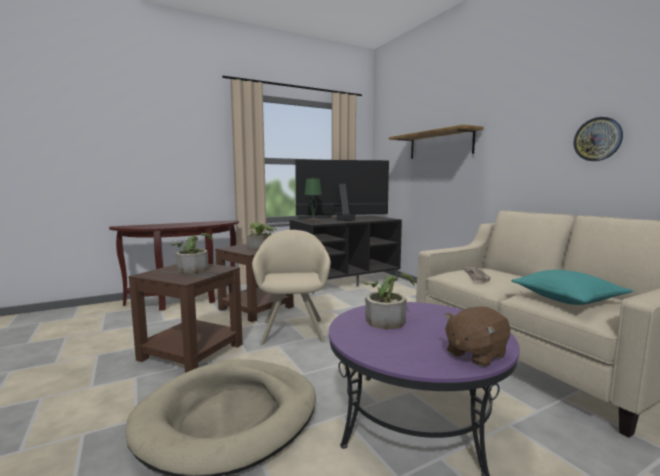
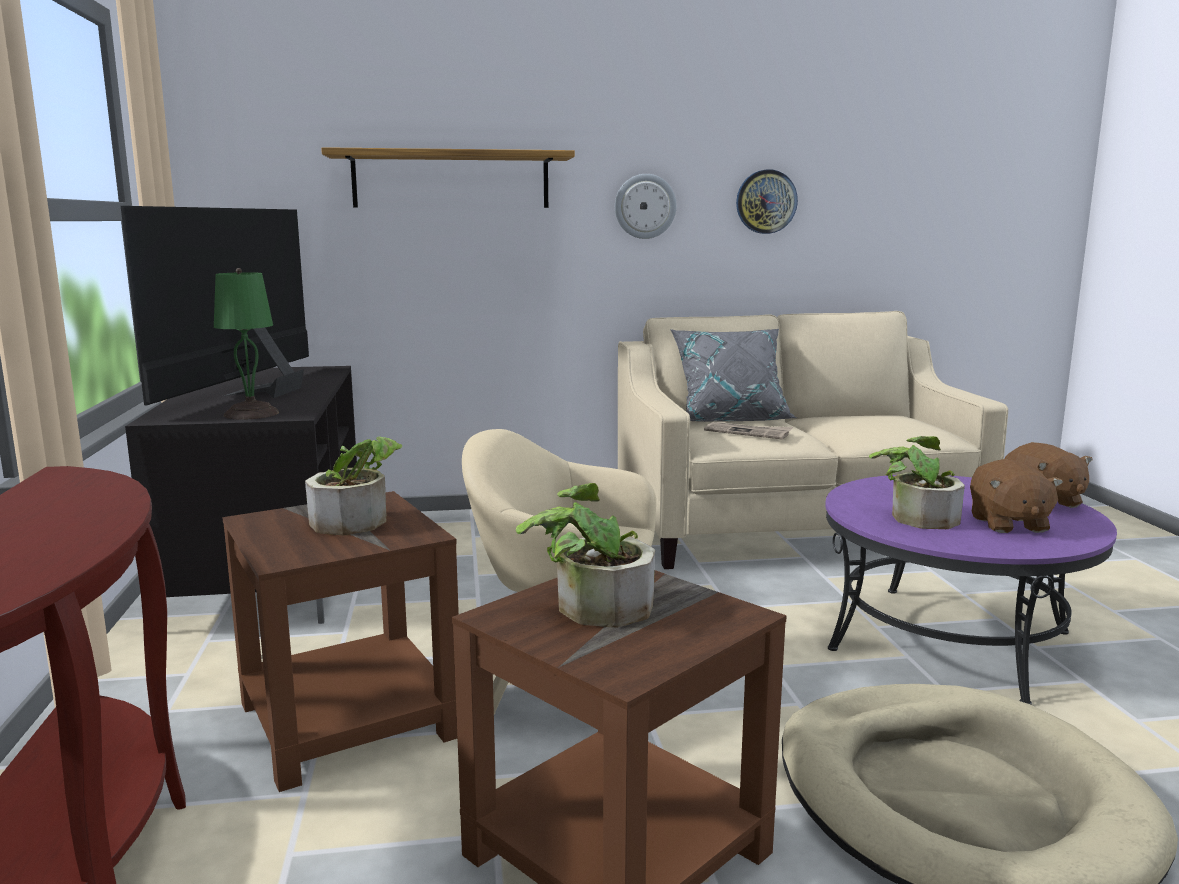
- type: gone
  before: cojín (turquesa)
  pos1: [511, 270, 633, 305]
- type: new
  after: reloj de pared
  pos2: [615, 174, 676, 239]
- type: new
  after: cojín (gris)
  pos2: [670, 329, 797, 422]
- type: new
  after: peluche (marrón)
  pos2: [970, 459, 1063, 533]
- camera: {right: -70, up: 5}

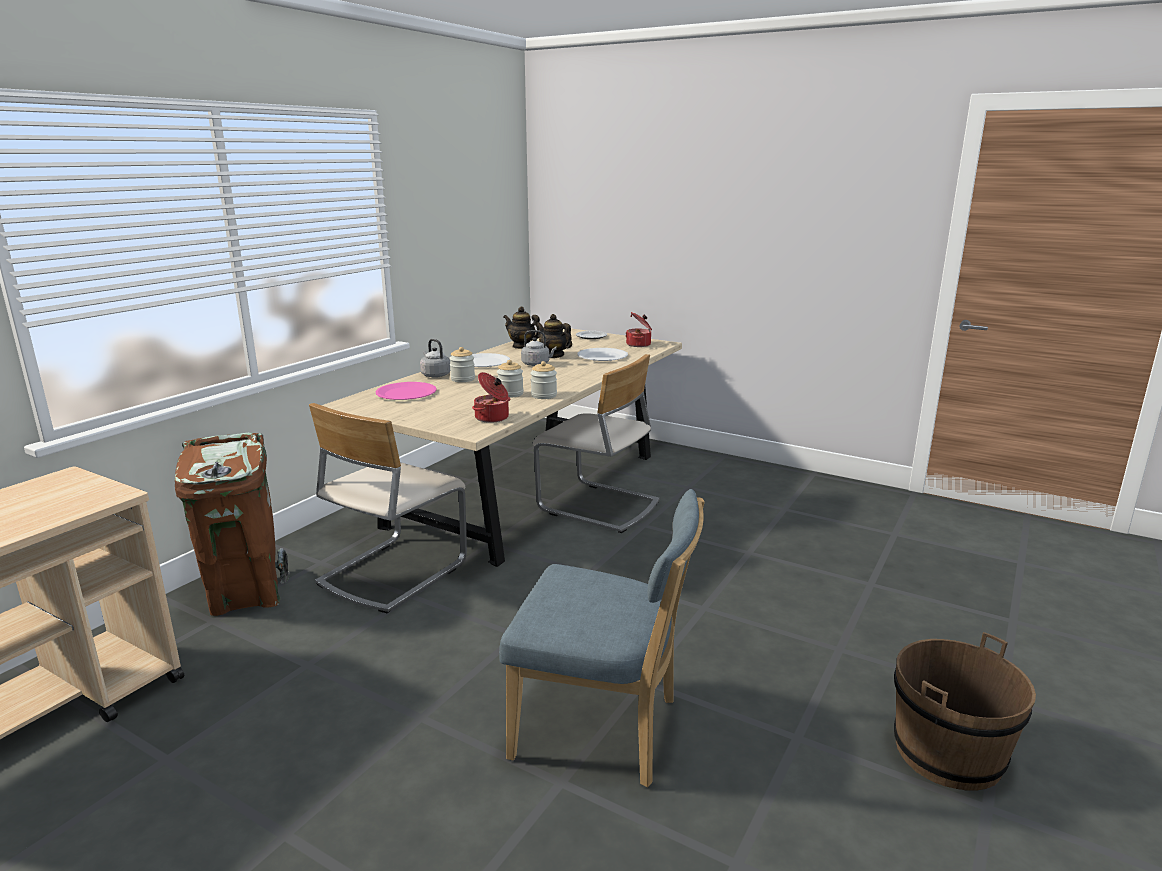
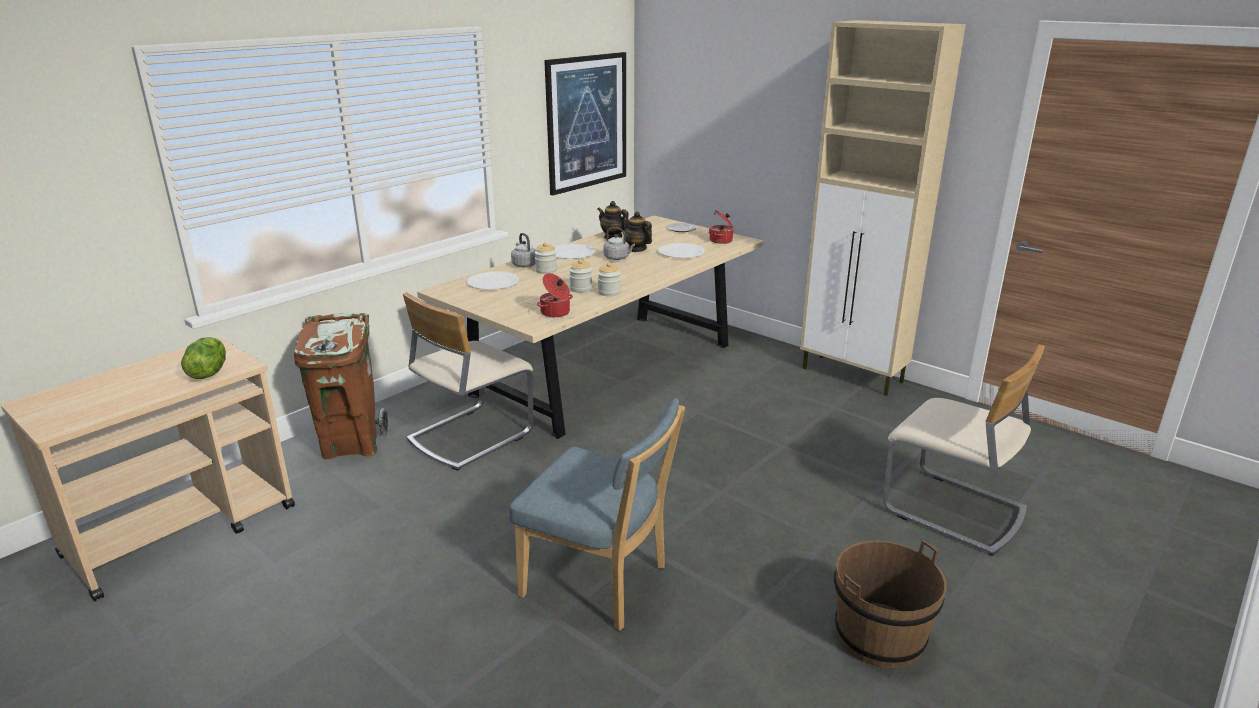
- type: repainted
  before: plato (rosa)
  after: plato (blanco)
  pos1: [375, 382, 437, 400]
  pos2: [467, 271, 519, 290]
- type: shifted
  before: silla (beis)
  pos1: [533, 354, 659, 533]
  pos2: [883, 345, 1045, 556]
- type: new
  after: lechuga
  pos2: [181, 337, 226, 379]
- type: new
  after: cuadro
  pos2: [544, 52, 626, 196]
- type: new
  after: armario (beis)
  pos2: [800, 20, 966, 396]
- camera: {right: 10, up: 5}

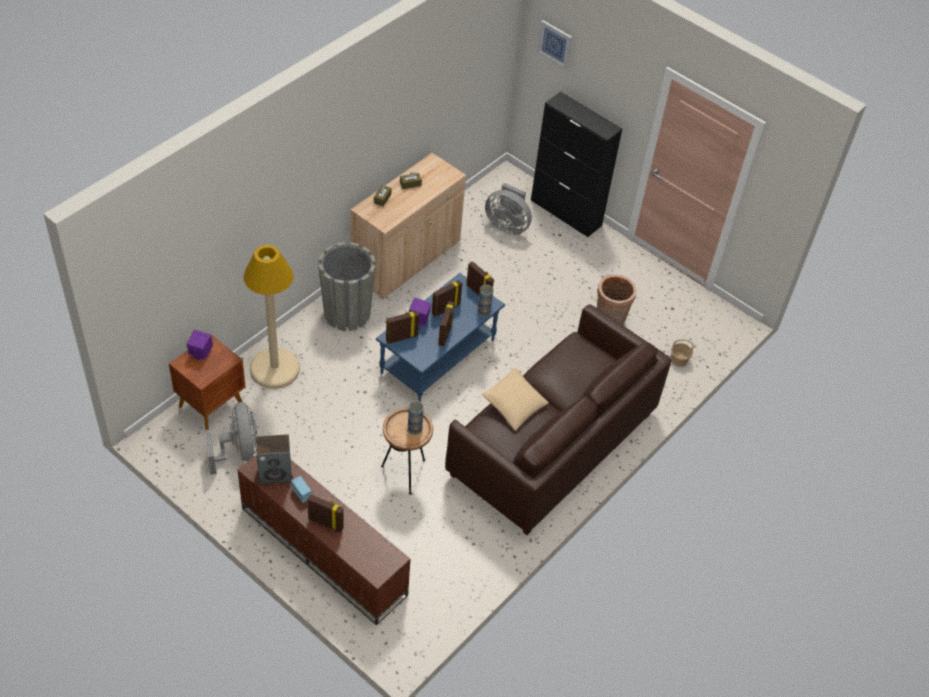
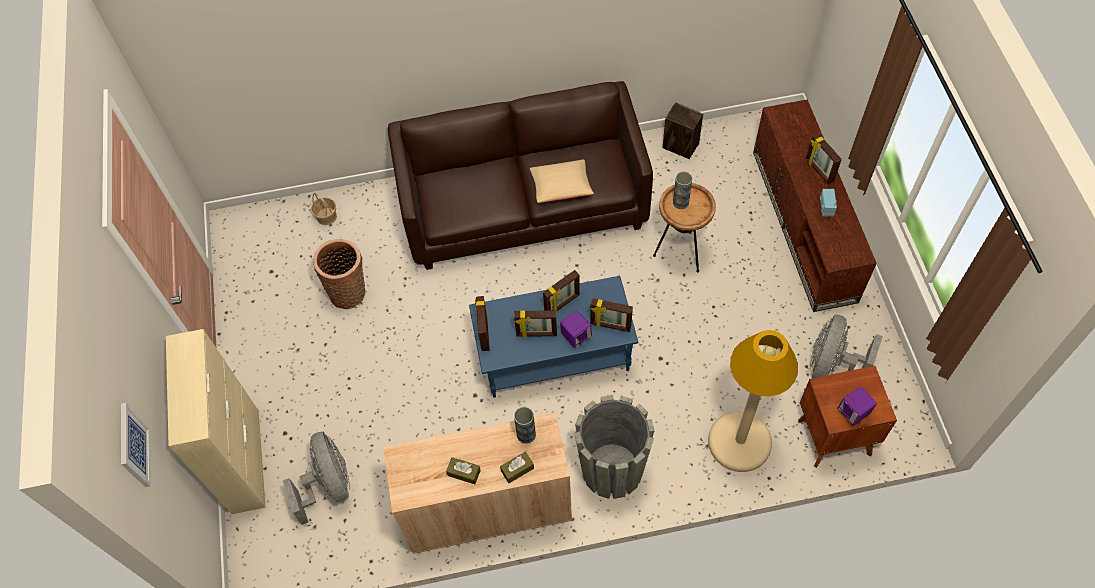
- type: shifted
  before: altavoz
  pos1: [256, 434, 292, 484]
  pos2: [663, 102, 703, 159]
- type: shifted
  before: florero
  pos1: [477, 285, 493, 317]
  pos2: [514, 407, 536, 444]
- type: repainted
  before: armario (negro)
  after: armario (beis)
  pos1: [531, 92, 622, 237]
  pos2: [166, 329, 266, 514]
- camera: {right: -135, up: 10}

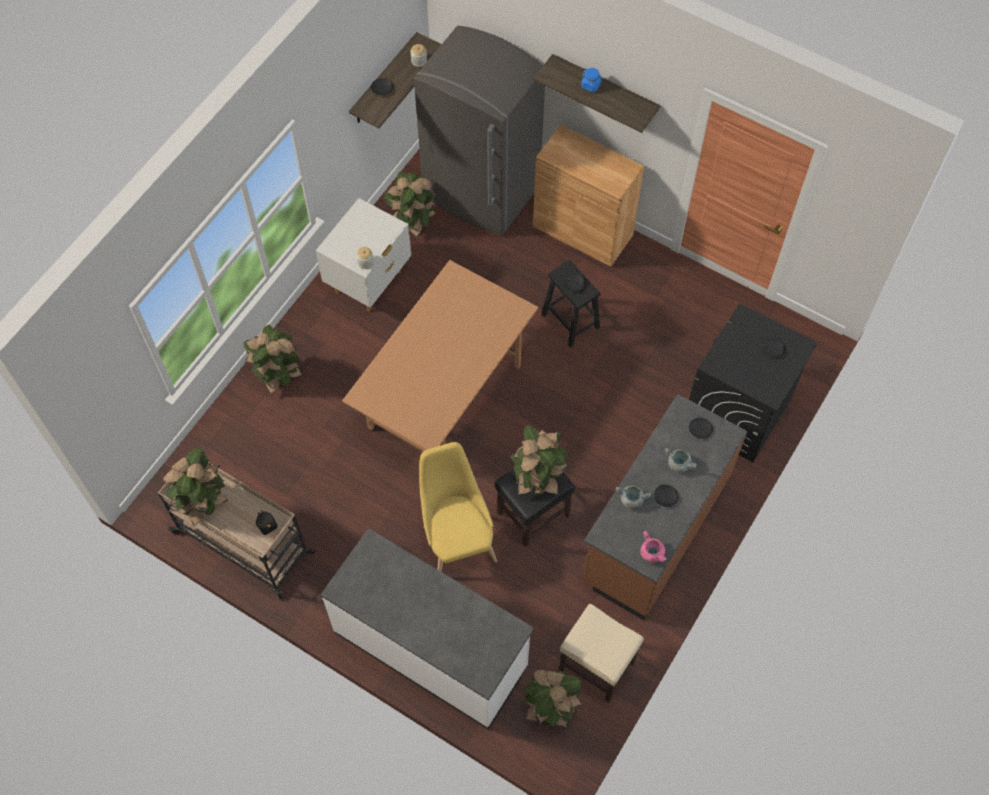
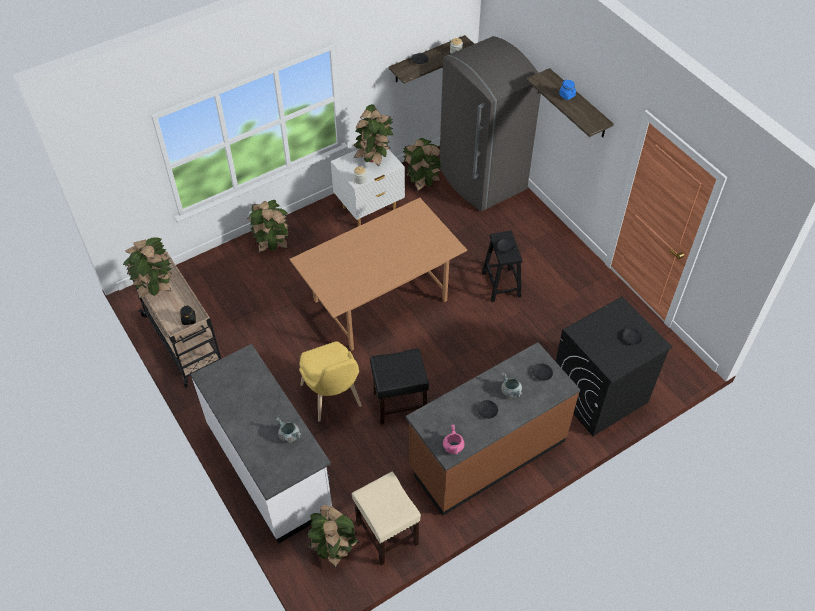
- type: rotated
  before: silla (amarillo)
  pos1: [419, 442, 497, 571]
  pos2: [299, 341, 362, 422]
  turn: 150
- type: shifted
  before: planta en maceta
  pos1: [510, 425, 569, 496]
  pos2: [353, 104, 393, 166]
- type: gone
  before: armario (marrón)
  pos1: [533, 125, 644, 267]
- type: shifted
  before: olla (gris)
  pos1: [616, 485, 651, 509]
  pos2: [276, 418, 301, 443]
- camera: {right: 25, up: -10}

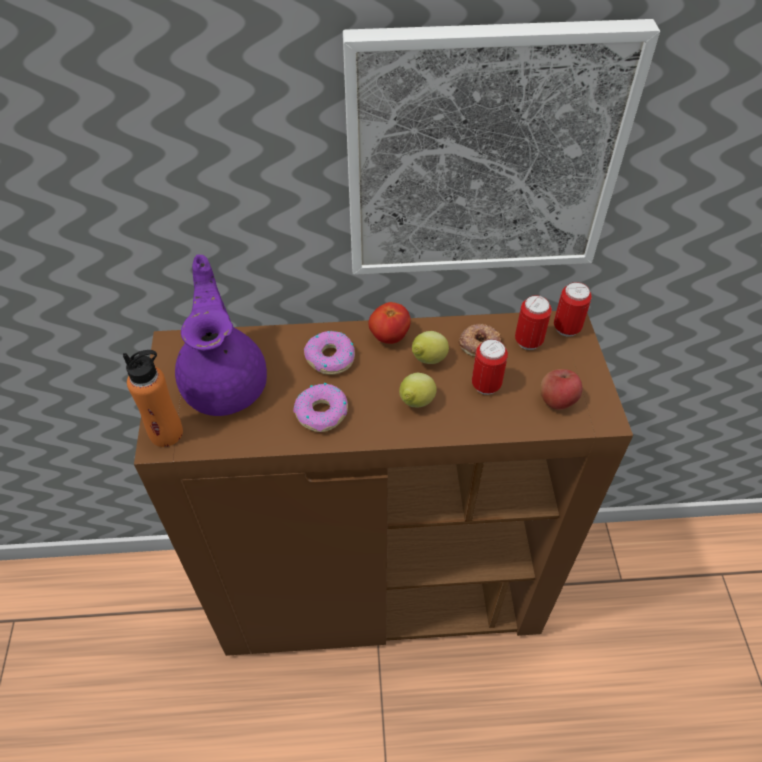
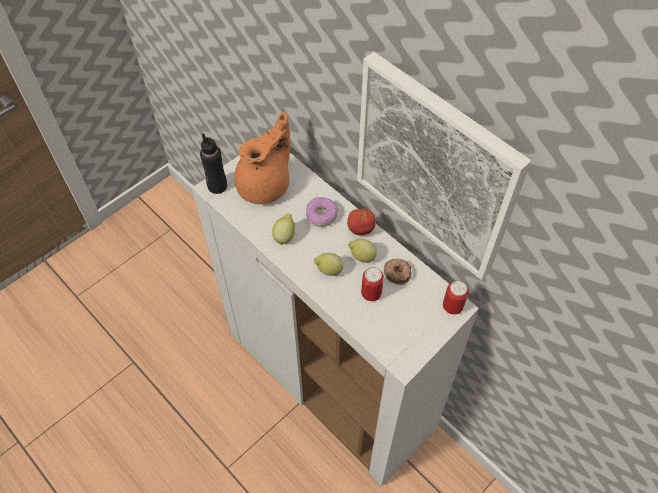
- type: repainted
  before: botella (naranja)
  after: botella (negro)
  pos1: [123, 350, 183, 447]
  pos2: [200, 133, 227, 194]
- type: repainted
  before: armario (marrón)
  after: armario (blanco)
  pos1: [134, 311, 633, 656]
  pos2: [192, 146, 479, 487]
- type: repainted
  before: tetera (morado)
  after: tetera (naranja)
  pos1: [175, 255, 267, 416]
  pos2: [234, 112, 291, 204]
- type: swapped
  before: rosquilla
  after: limón
  pos1: [293, 383, 348, 432]
  pos2: [272, 214, 295, 246]
- type: gone
  before: lata
  pos1: [515, 295, 552, 350]
- type: gone
  before: manzana
  pos1: [540, 369, 582, 410]
- camera: {right: 50, up: 5}

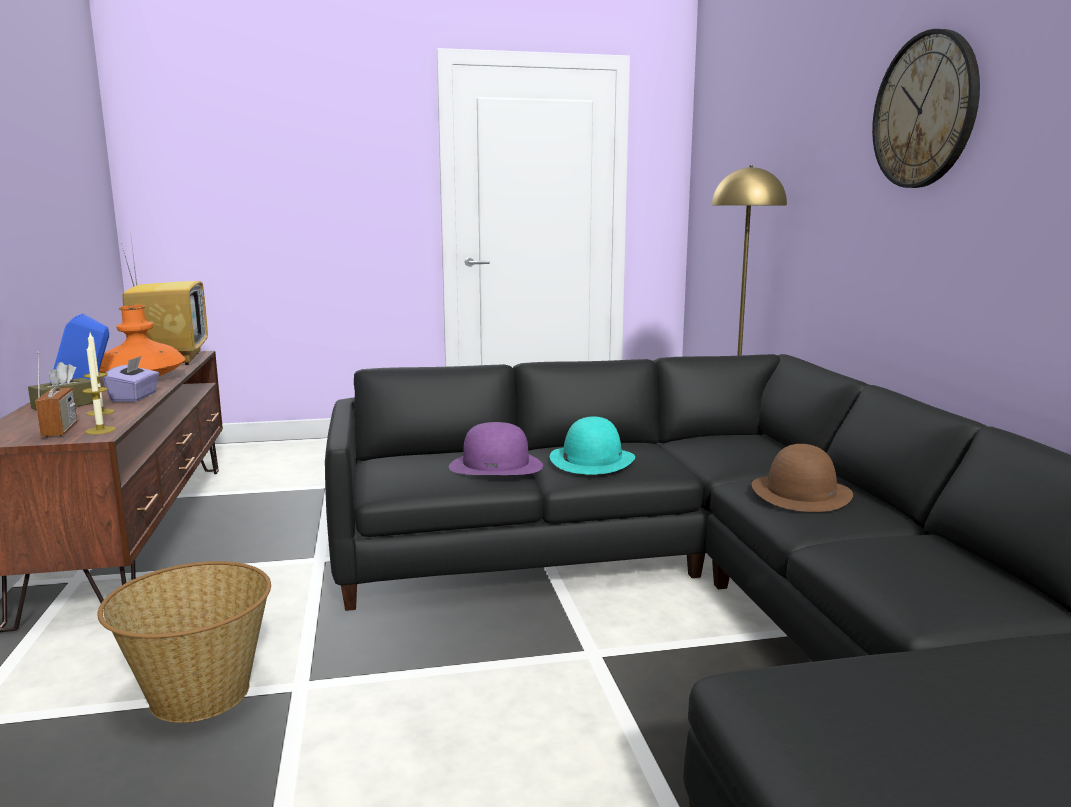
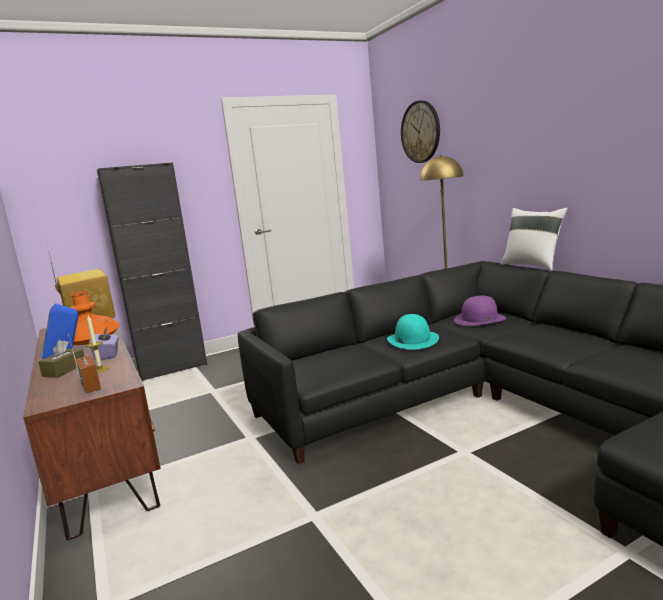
- type: gone
  before: vela
  pos1: [82, 344, 116, 434]
- type: gone
  before: cesta
  pos1: [98, 561, 271, 723]
- type: shifted
  before: sombrero (morado)
  pos1: [449, 422, 543, 475]
  pos2: [454, 296, 506, 326]
- type: gone
  before: sombrero (marrón)
  pos1: [752, 444, 853, 512]
- type: shifted
  before: reloj de pared
  pos1: [872, 29, 980, 188]
  pos2: [401, 100, 440, 163]
- type: new
  after: armario (negro)
  pos2: [97, 162, 207, 382]
- type: new
  after: cojín (blanco)
  pos2: [501, 208, 567, 271]
- camera: {right: -15, up: 0}

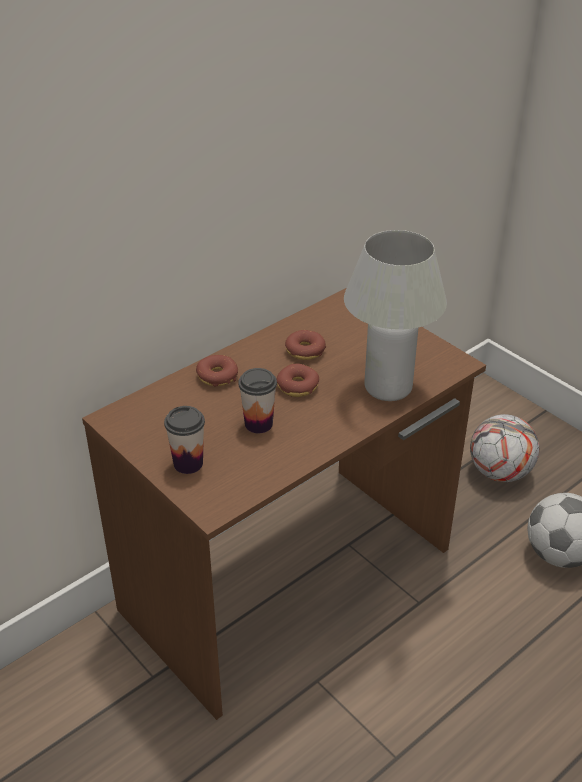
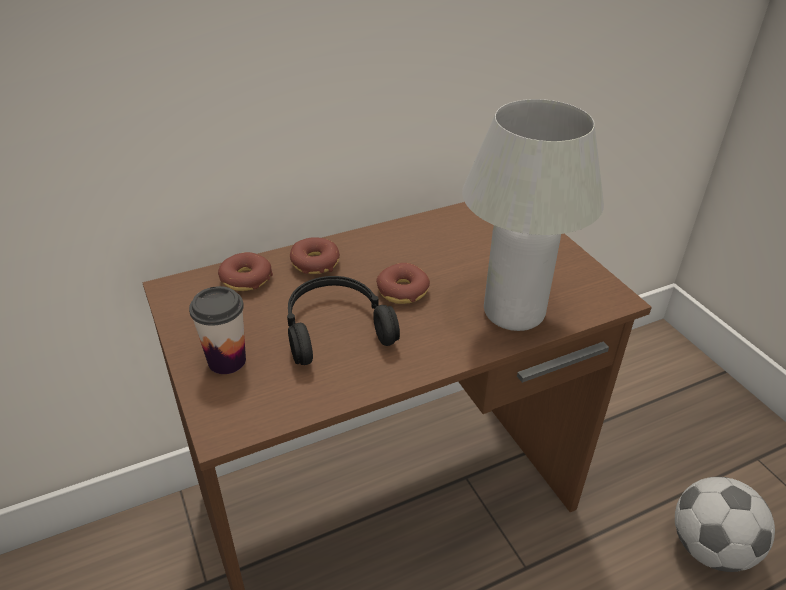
- type: swapped
  before: taza
  after: auriculares (negro)
  pos1: [238, 368, 277, 433]
  pos2: [287, 276, 400, 365]
- type: shifted
  before: rosquilla
  pos1: [285, 330, 326, 360]
  pos2: [218, 252, 273, 291]
- type: gone
  before: balón de fútbol
  pos1: [470, 414, 540, 482]
- camera: {right: 15, up: 0}

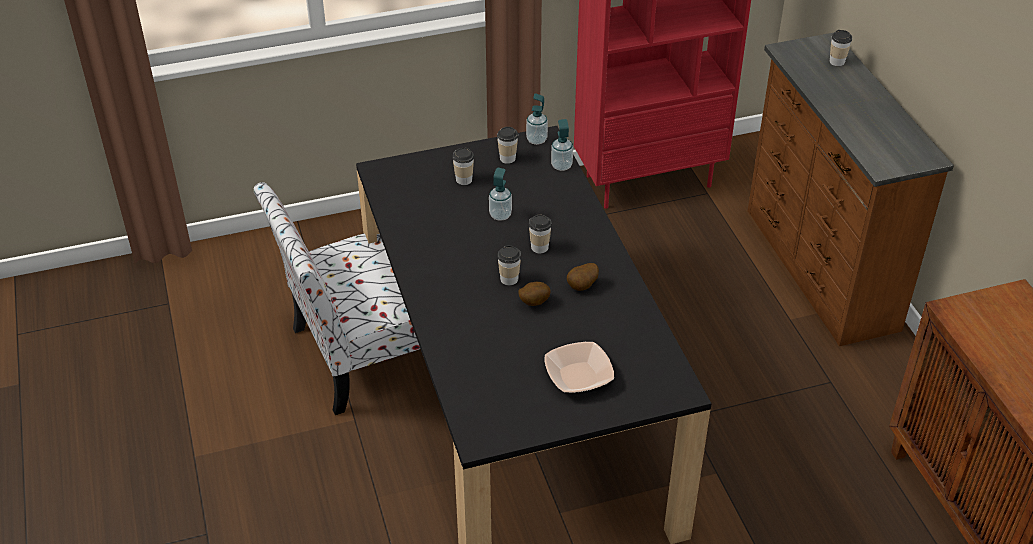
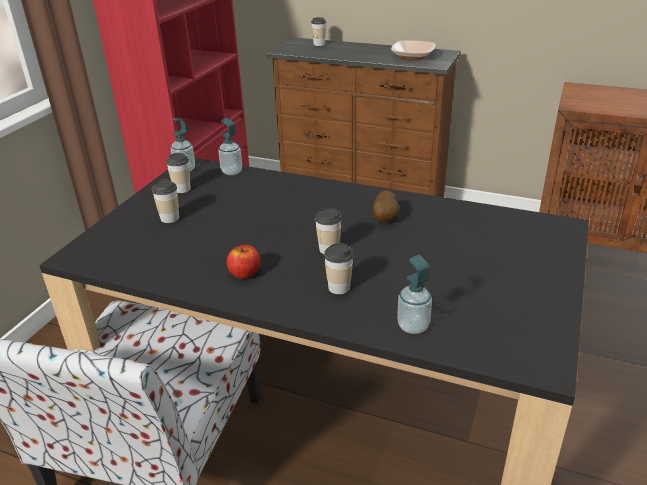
- type: shifted
  before: dispensador de jabón
  pos1: [489, 168, 512, 221]
  pos2: [397, 255, 432, 334]
- type: gone
  before: patata
  pos1: [518, 282, 551, 306]
- type: shifted
  before: taza
  pos1: [529, 215, 552, 253]
  pos2: [324, 243, 354, 294]
- type: shifted
  before: cuenco
  pos1: [544, 342, 614, 393]
  pos2: [391, 40, 436, 60]
- type: new
  after: manzana
  pos2: [227, 245, 260, 279]
- camera: {right: -50, up: -10}

